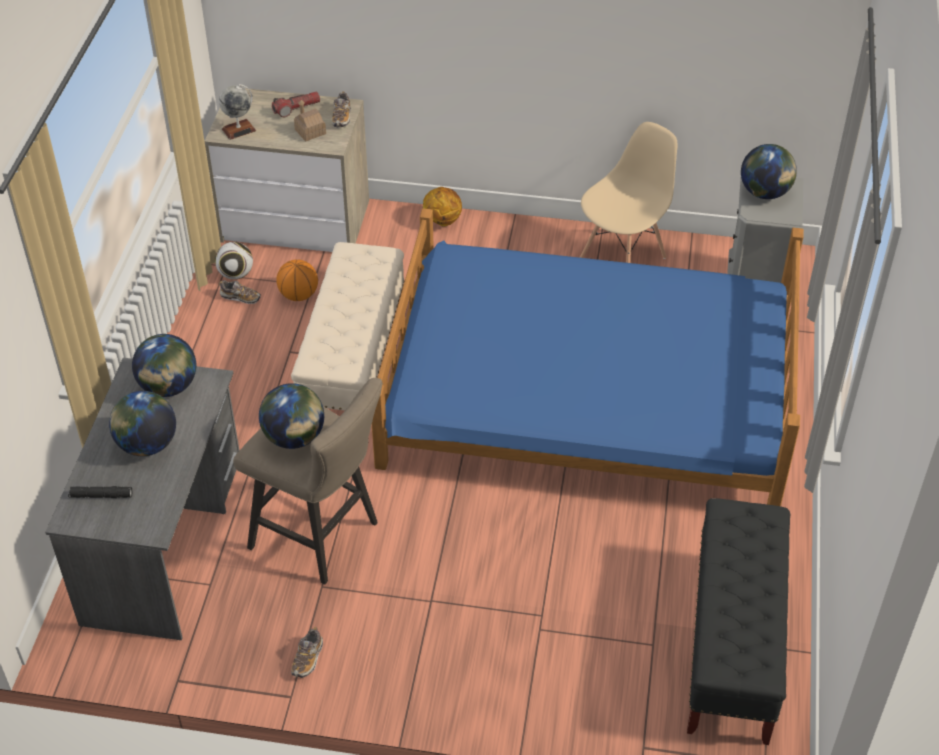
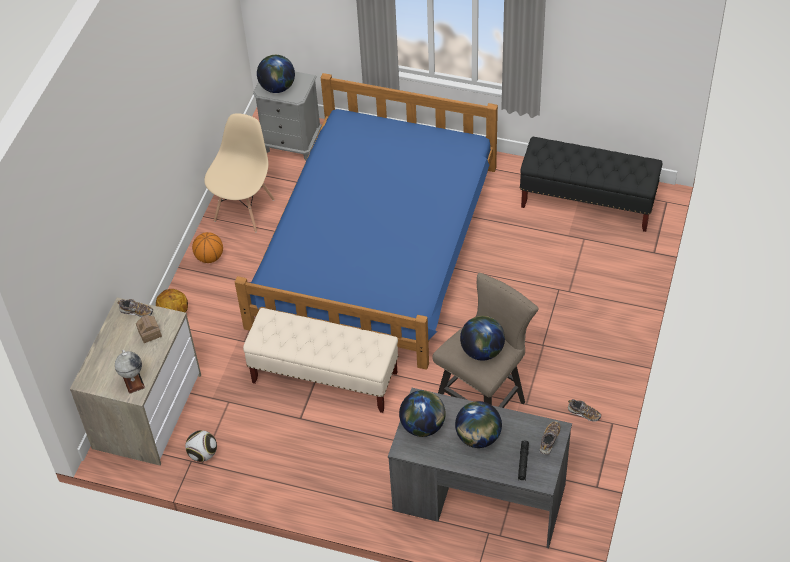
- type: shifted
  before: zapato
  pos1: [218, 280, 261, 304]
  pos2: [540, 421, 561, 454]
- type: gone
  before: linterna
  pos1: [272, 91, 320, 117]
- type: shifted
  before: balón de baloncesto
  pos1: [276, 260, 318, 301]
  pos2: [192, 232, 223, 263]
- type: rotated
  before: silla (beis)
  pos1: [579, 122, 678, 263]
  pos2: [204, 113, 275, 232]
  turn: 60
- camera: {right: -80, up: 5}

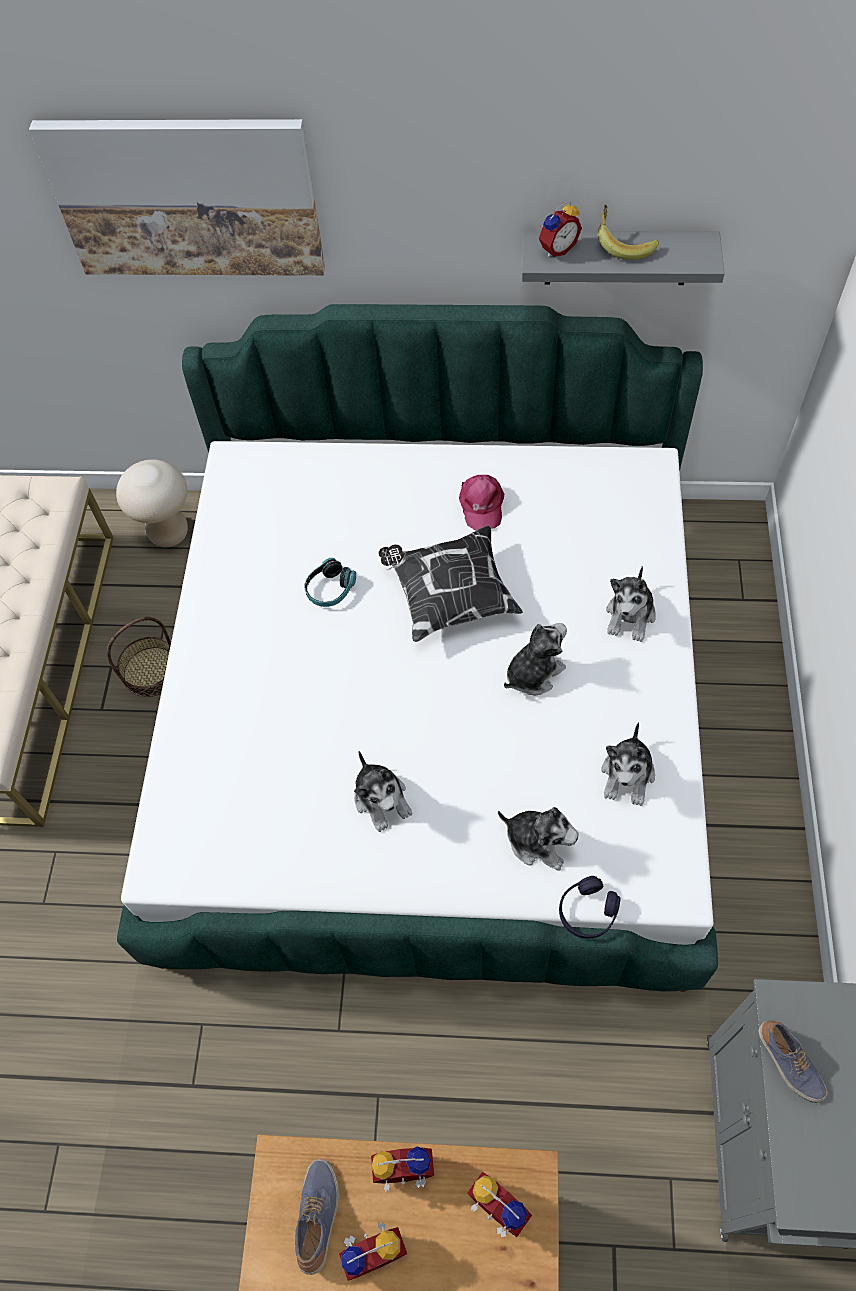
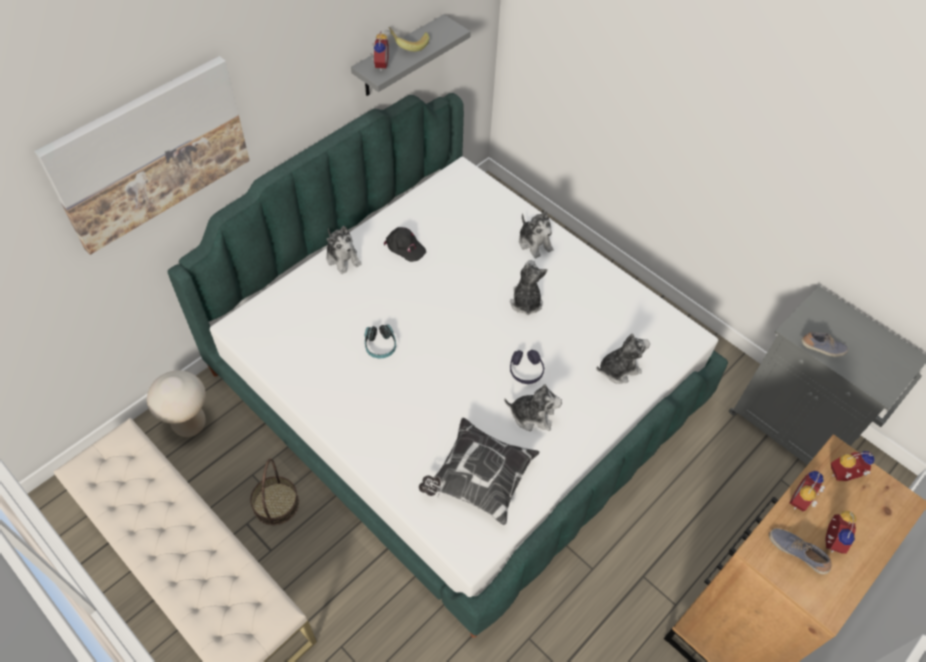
- type: shifted
  before: cojín
  pos1: [379, 525, 523, 642]
  pos2: [419, 418, 540, 525]
- type: repainted
  before: gorra (rosa)
  after: gorra (negro)
  pos1: [459, 475, 504, 530]
  pos2: [384, 227, 426, 262]
- type: shifted
  before: auriculares (morado)
  pos1: [559, 876, 620, 939]
  pos2: [510, 350, 544, 384]
- type: shifted
  before: peluche
  pos1: [601, 722, 655, 806]
  pos2: [326, 226, 361, 274]
- camera: {right: -55, up: -5}

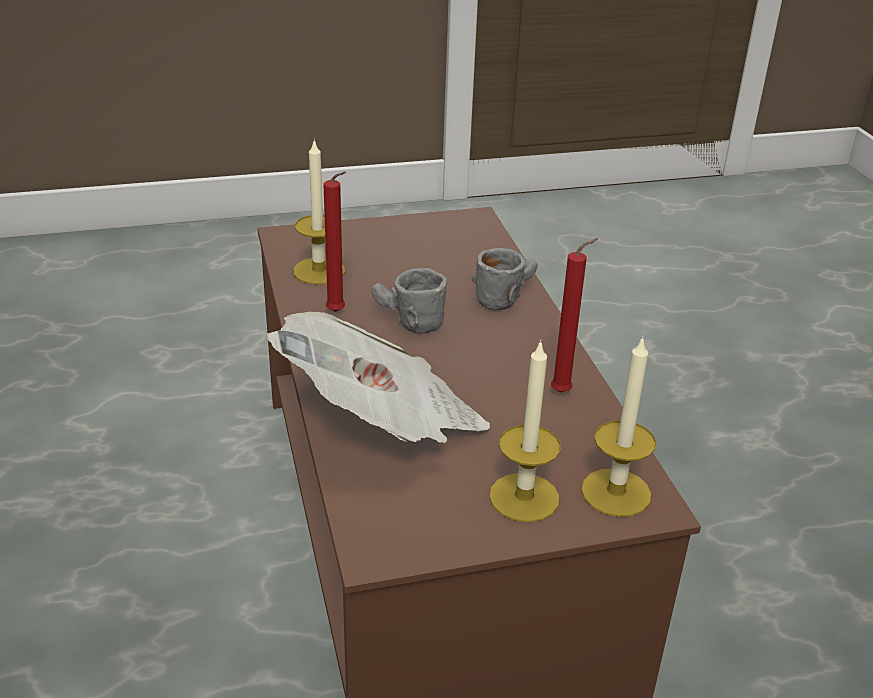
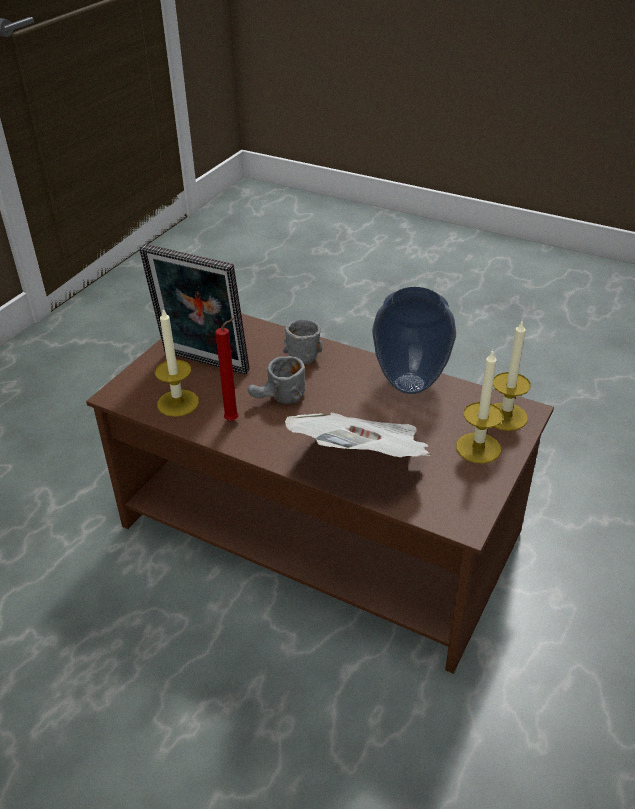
- type: swapped
  before: vela (rojo)
  after: florero
  pos1: [551, 238, 599, 393]
  pos2: [372, 287, 456, 394]
- type: new
  after: portarretratos
  pos2: [139, 244, 250, 375]
- camera: {right: -45, up: 5}

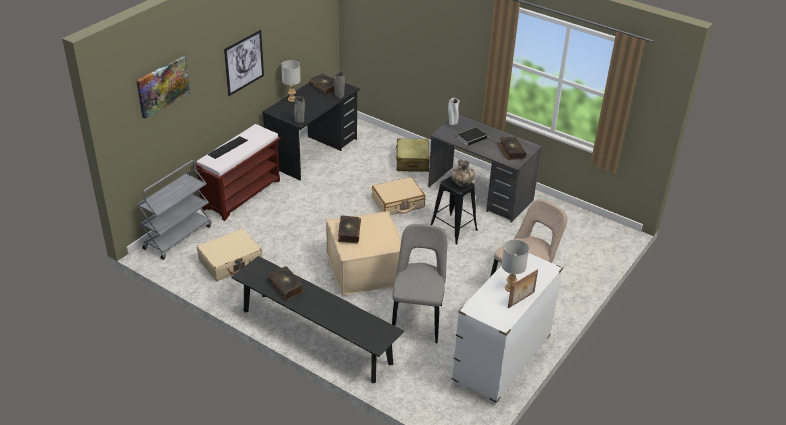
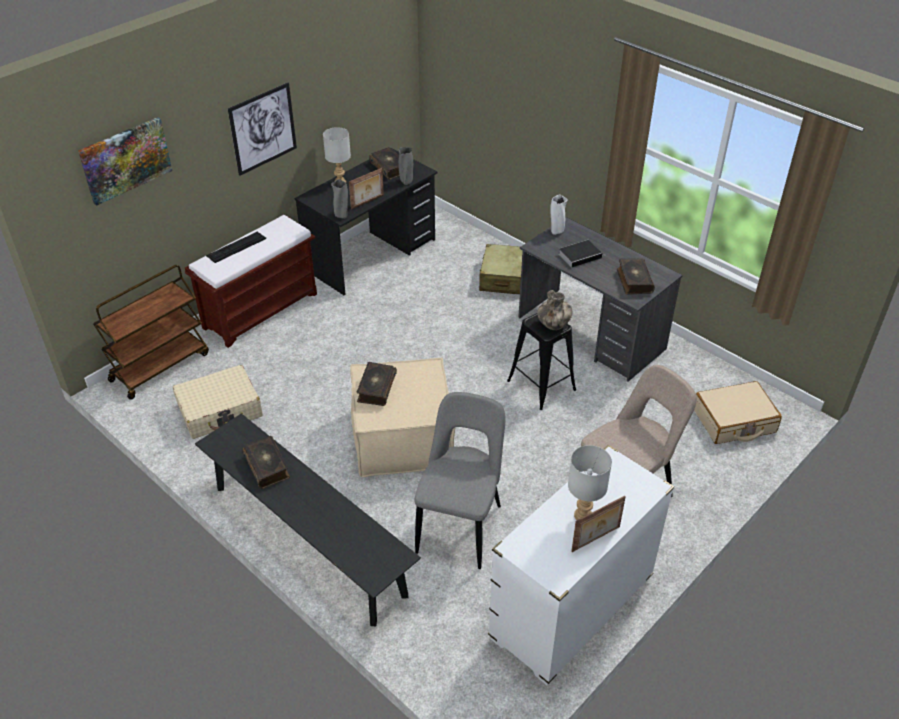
- type: repainted
  before: carrito (gris)
  after: carrito (marrón)
  pos1: [137, 160, 212, 260]
  pos2: [93, 265, 209, 400]
- type: shifted
  before: maleta (beis)
  pos1: [372, 177, 425, 215]
  pos2: [694, 381, 782, 444]
- type: new
  after: portarretratos
  pos2: [349, 168, 384, 210]
- camera: {right: 10, up: 5}

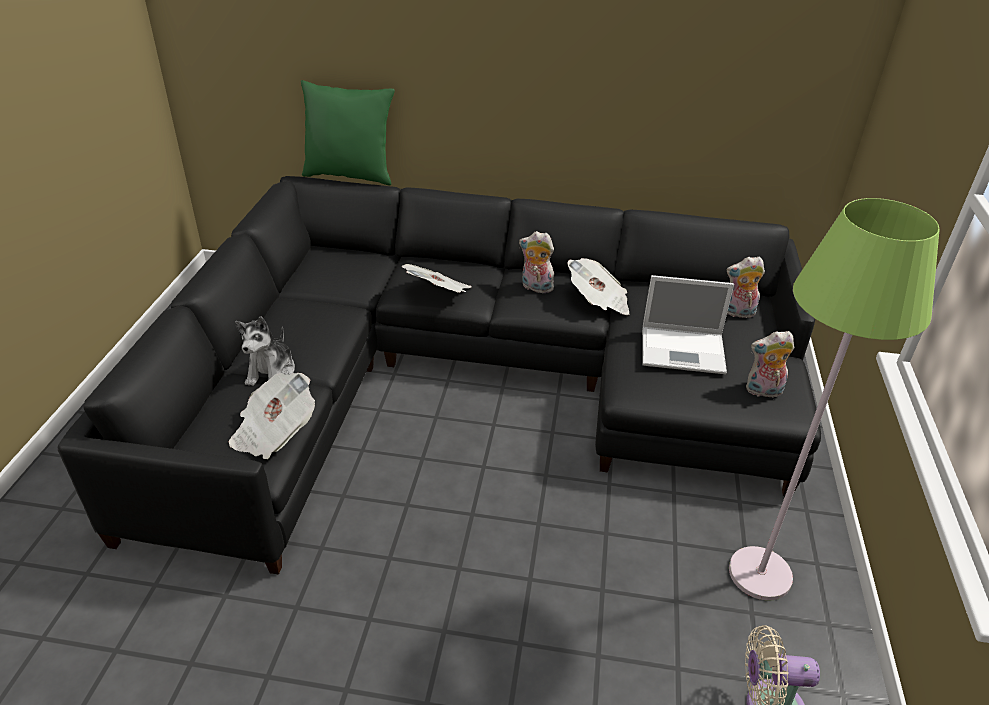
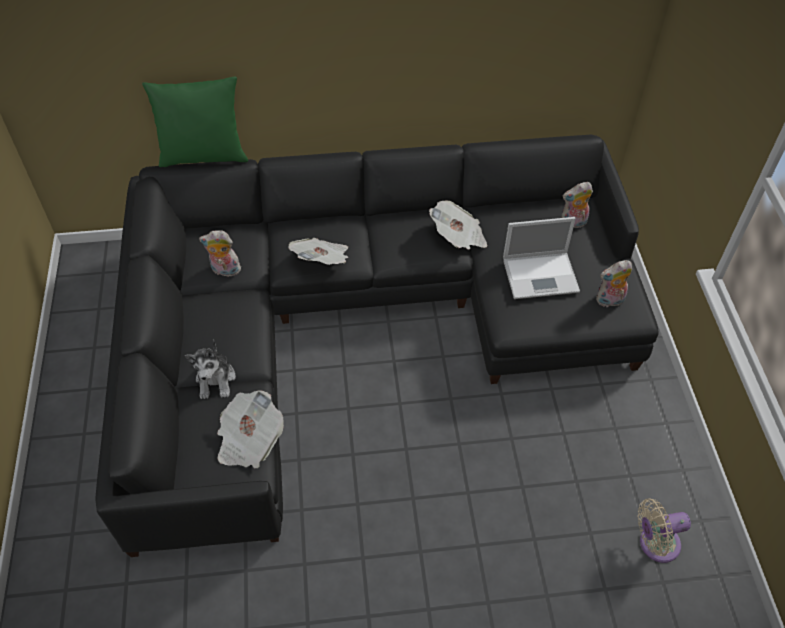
- type: shifted
  before: peluche
  pos1: [519, 231, 554, 293]
  pos2: [199, 230, 243, 277]
- type: gone
  before: lámpara de pie (verde)
  pos1: [729, 198, 940, 601]
- camera: {right: -15, up: 15}

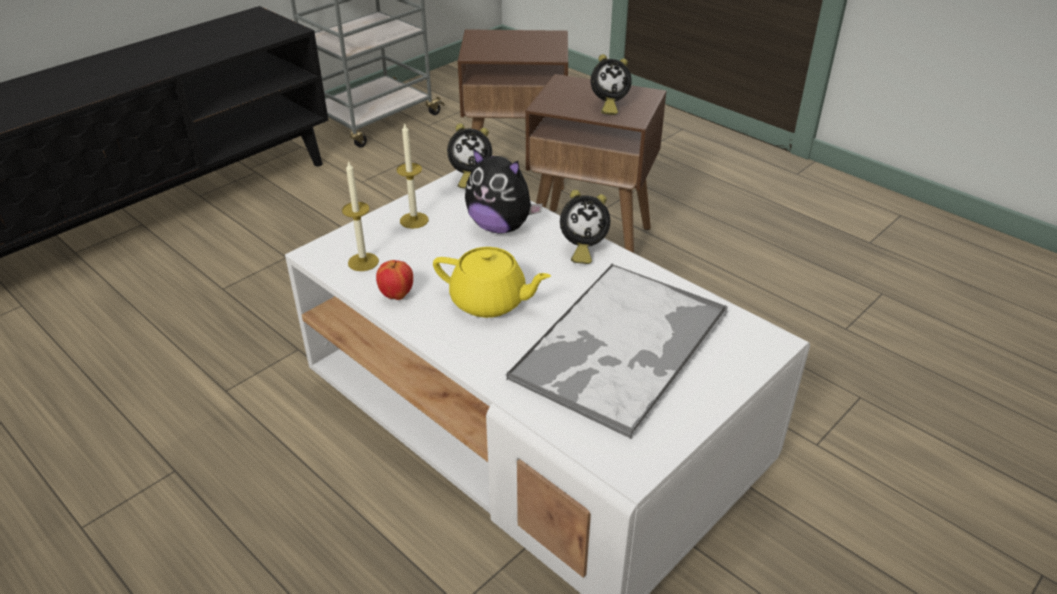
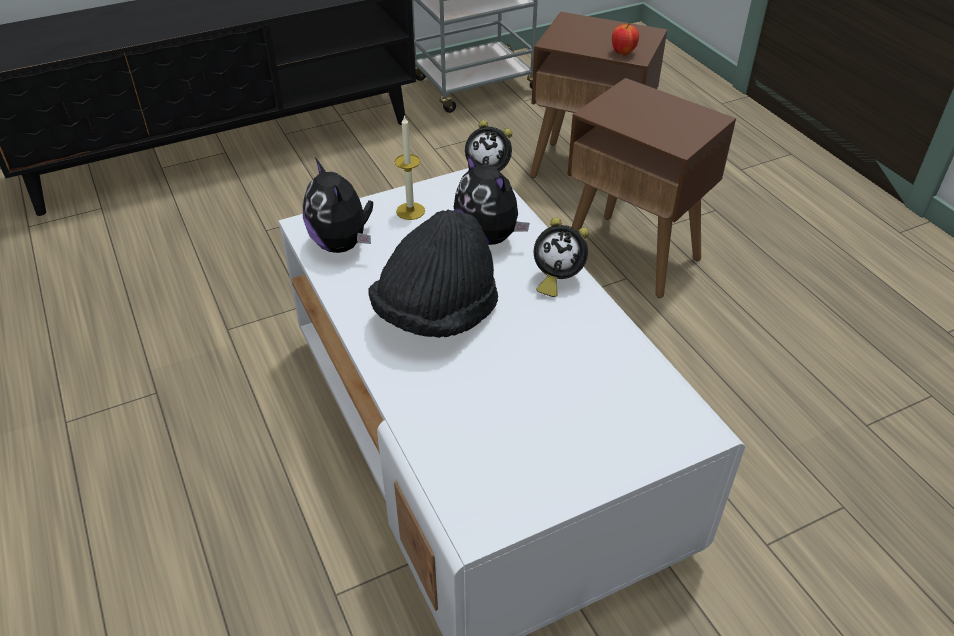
- type: swapped
  before: vela
  after: peluche
  pos1: [342, 160, 379, 271]
  pos2: [303, 158, 373, 253]
- type: shifted
  before: manzana
  pos1: [376, 260, 413, 300]
  pos2: [612, 23, 639, 56]
- type: swapped
  before: tetera (amarillo)
  after: sombrero (negro)
  pos1: [433, 247, 551, 318]
  pos2: [368, 209, 498, 338]
- type: gone
  before: bandeja
  pos1: [505, 264, 728, 440]
- type: gone
  before: despertador
  pos1: [591, 54, 632, 115]
- camera: {right: 20, up: 5}

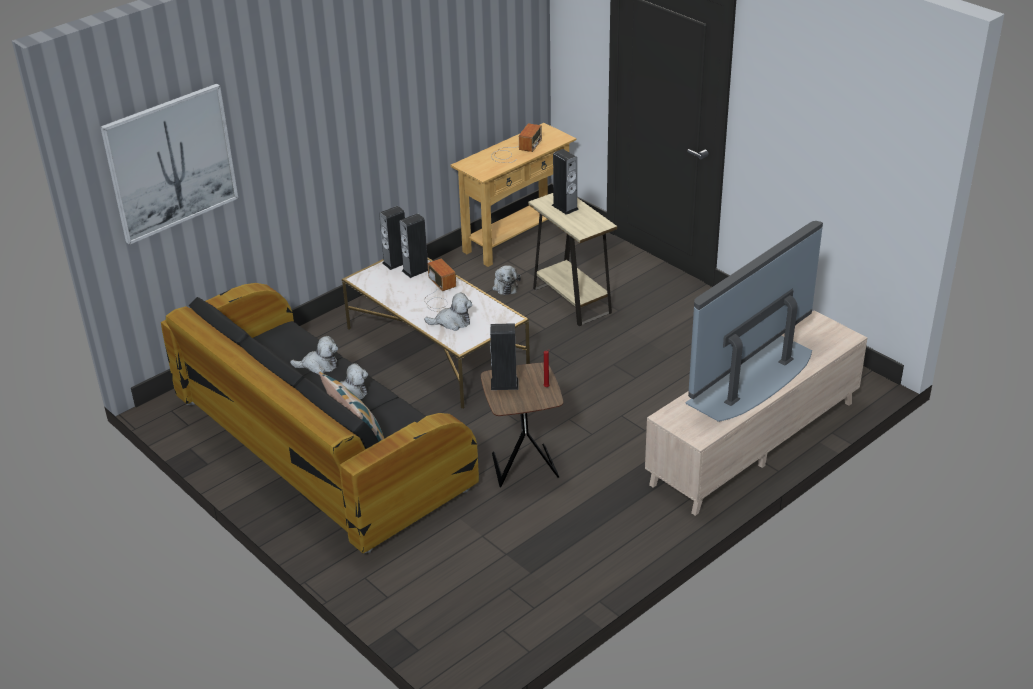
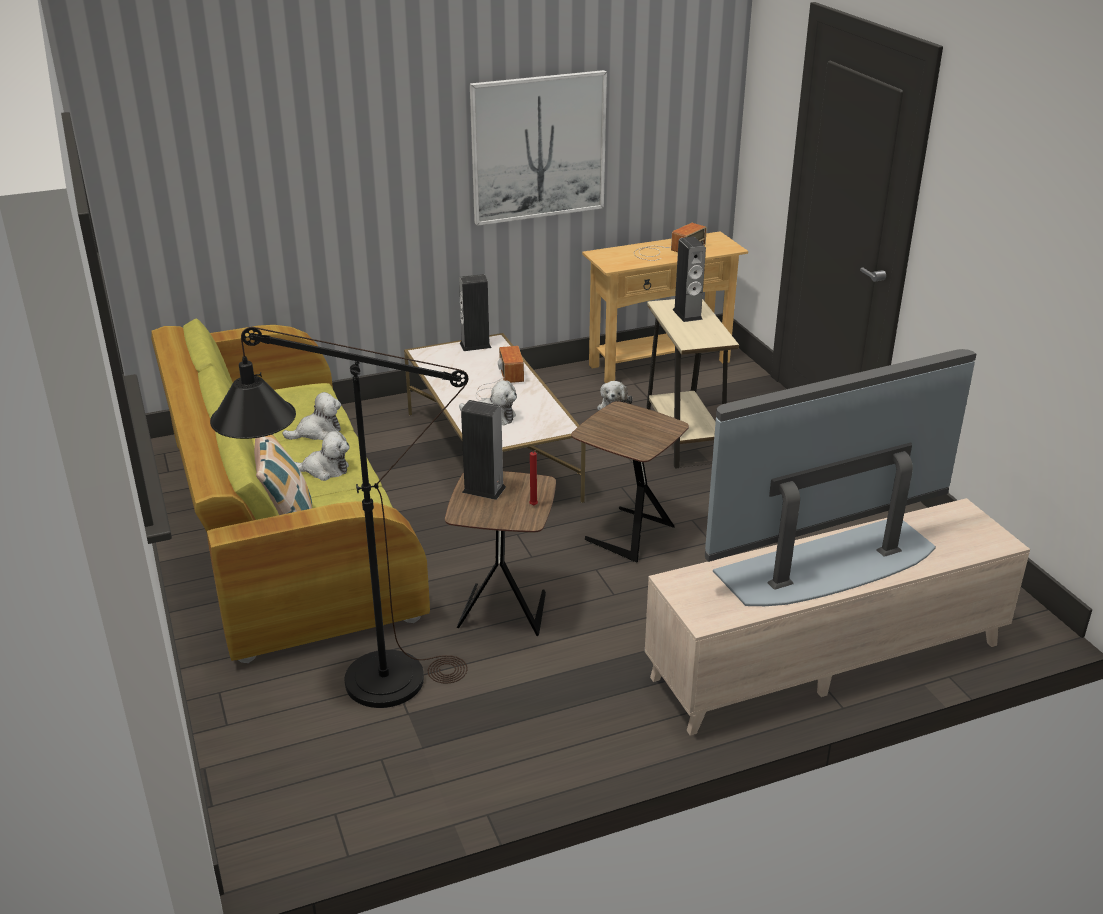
- type: shifted
  before: cuadro
  pos1: [100, 84, 238, 245]
  pos2: [470, 70, 607, 226]
- type: repainted
  before: sofá (negro)
  after: sofá (verde)
  pos1: [161, 283, 479, 553]
  pos2: [151, 318, 430, 663]
- type: rotated
  before: peluche
  pos1: [290, 336, 338, 374]
  pos2: [282, 392, 341, 440]
  turn: -45
- type: gone
  before: altavoz
  pos1: [399, 213, 428, 278]
- type: new
  after: lámpara de pie (negro)
  pos2: [210, 327, 468, 708]
- type: new
  after: mesa auxiliar (marrón)
  pos2: [571, 401, 689, 563]
- camera: {right: 20, up: -5}

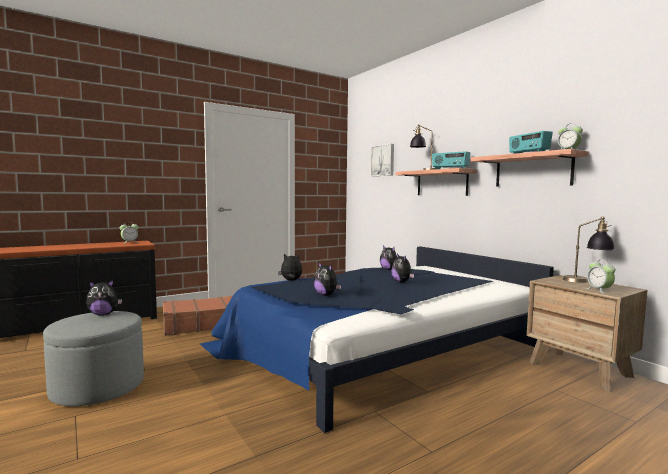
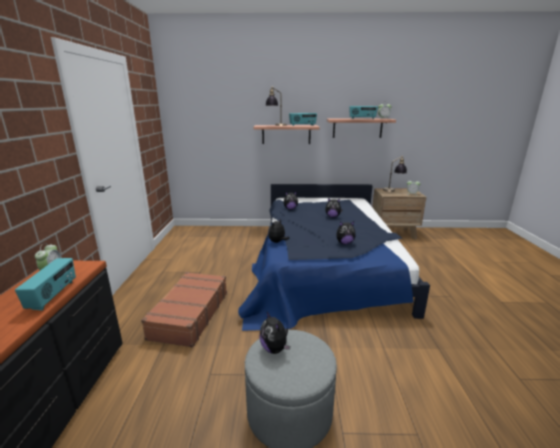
- type: rotated
  before: peluche
  pos1: [86, 280, 122, 315]
  pos2: [259, 312, 290, 354]
  turn: 135
- type: gone
  before: cuadro
  pos1: [371, 144, 394, 176]
- type: new
  after: radio
  pos2: [15, 258, 76, 310]
- camera: {right: -55, up: 15}

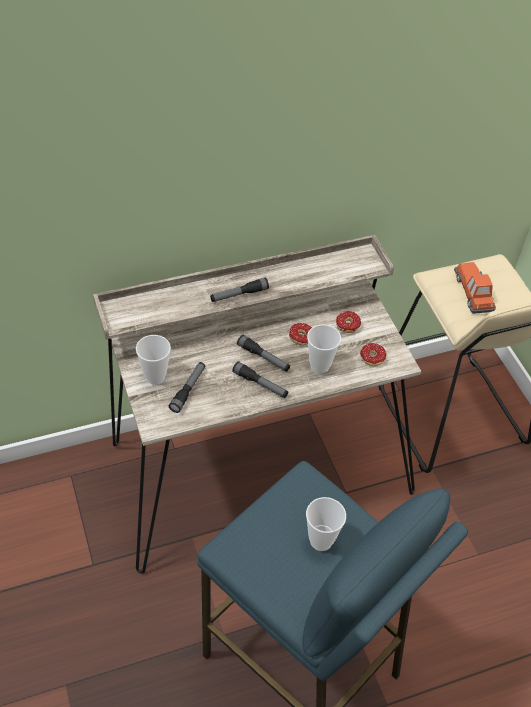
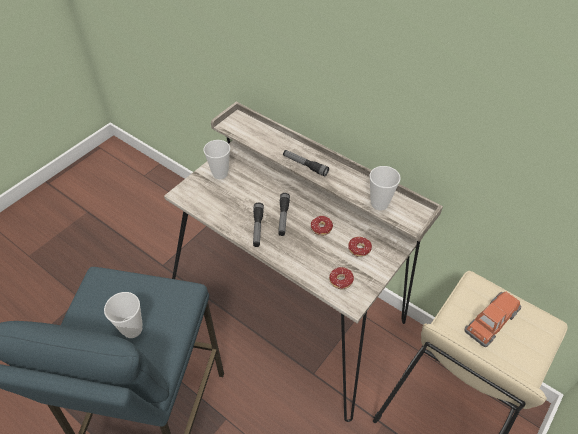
- type: gone
  before: linterna
  pos1: [169, 362, 205, 413]
- type: shifted
  before: taza
  pos1: [307, 324, 341, 373]
  pos2: [369, 166, 401, 210]
- camera: {right: 60, up: 0}

